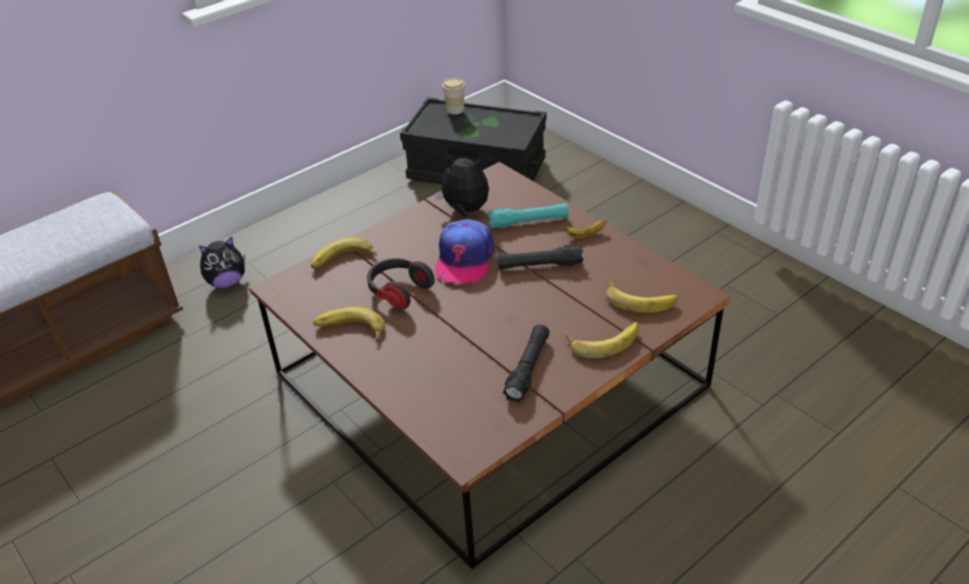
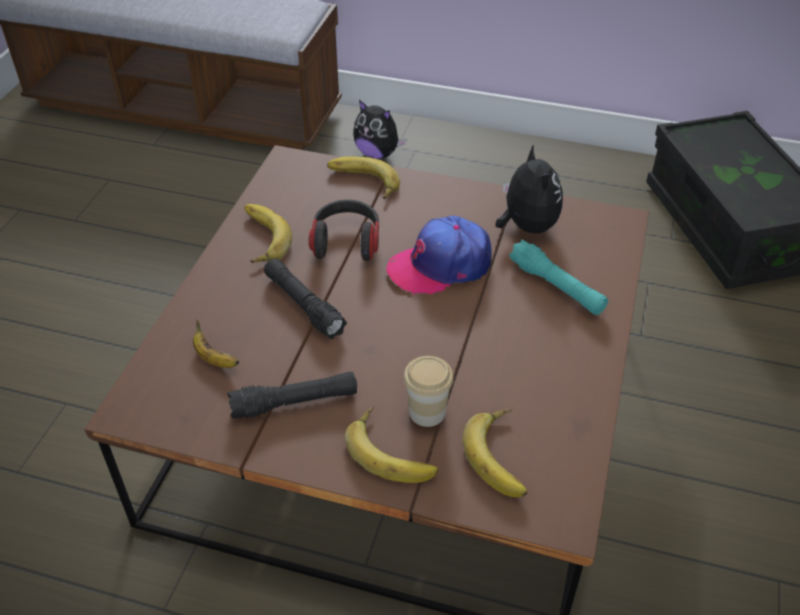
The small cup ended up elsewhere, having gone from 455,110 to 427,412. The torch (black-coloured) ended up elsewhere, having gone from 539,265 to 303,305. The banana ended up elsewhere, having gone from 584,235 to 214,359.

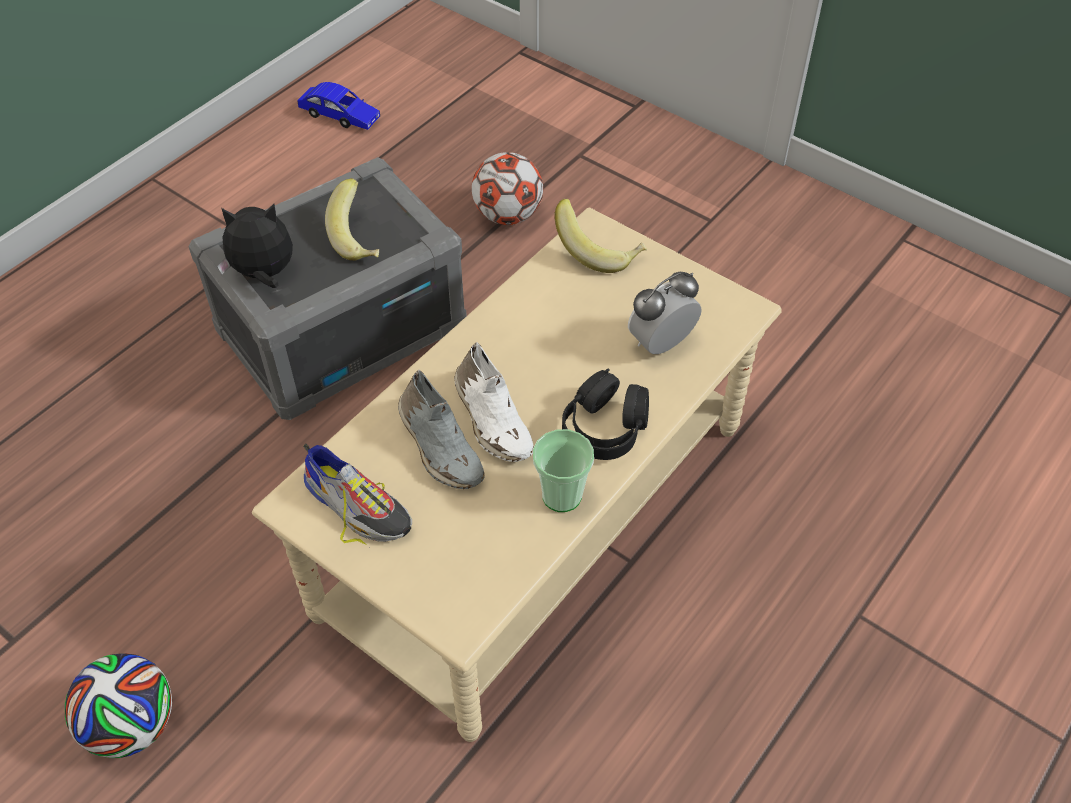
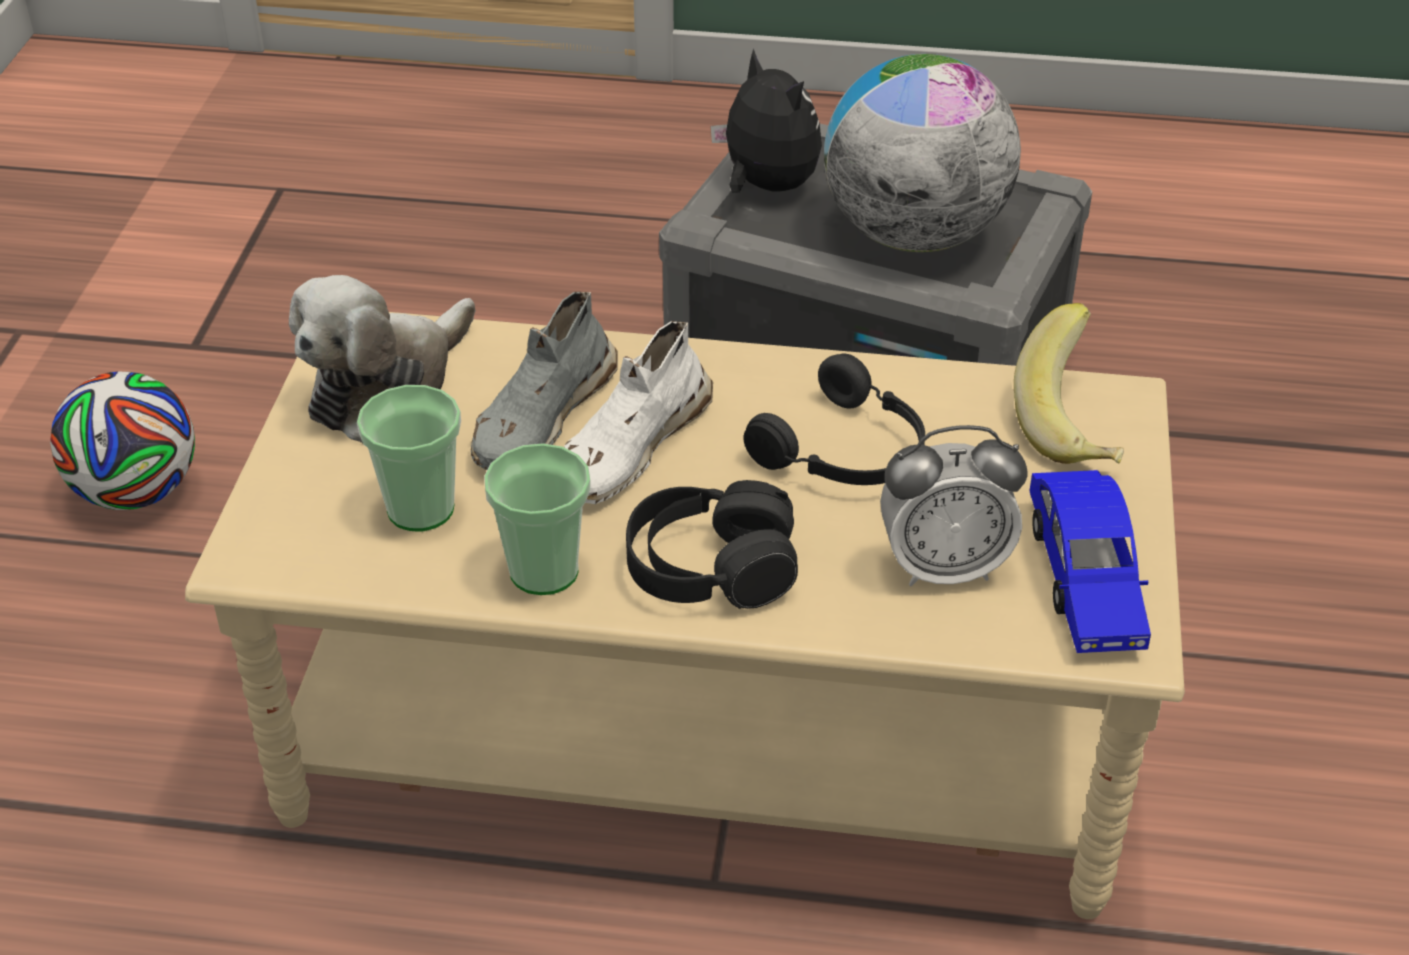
The second view lost the football at 508,215. The second view gained the small cup at 420,509. The second view gained the headset (black-coloured) at 846,452. The miniature car (bluish) ended up elsewhere, having gone from 340,116 to 1084,578. Where the item of footwear stood at 358,505, the plush toy came to stand at 387,387. Where the banana stood at 360,239, the desk globe came to stand at 914,234. The alarm clock at 661,344 ended up facing another way, 150 degrees clockwise from before.

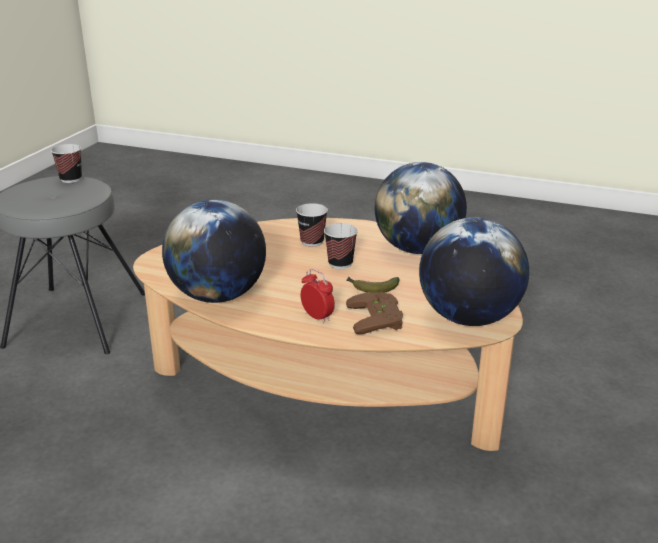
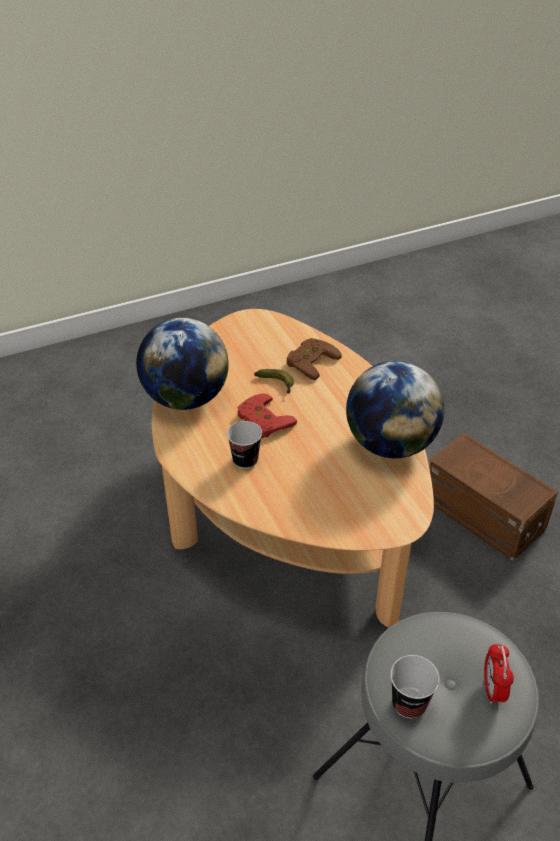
The second view lost the desk globe at 469,318. The second view gained the storage container (brown-coloured) at 483,515. The alarm clock ended up elsewhere, having gone from 317,317 to 492,689. Where the small cup stood at 340,263, the game controller (reddish) came to stand at 262,420.

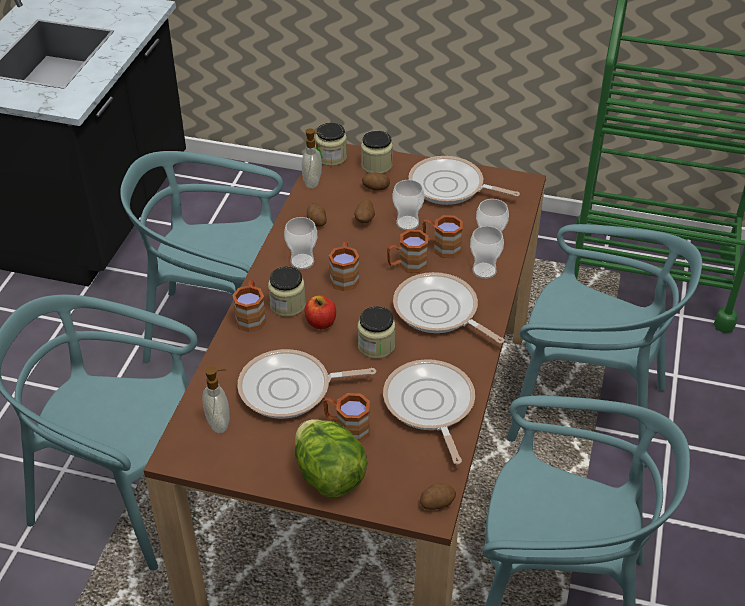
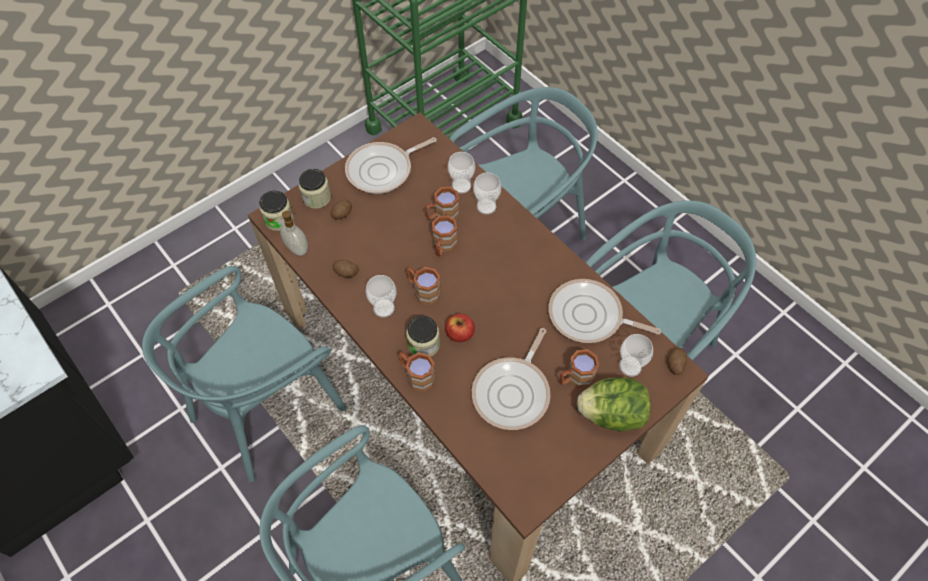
The second view lost the liquid soap bottle at 219,423. The second view lost the whole potato at 364,220. The second view lost the storage jar at 376,346. The second view lost the pan at 439,312. The small cup ended up elsewhere, having gone from 407,223 to 630,366.

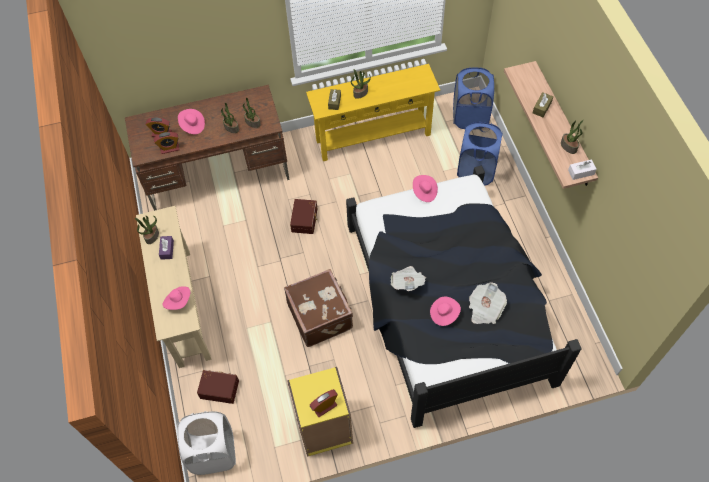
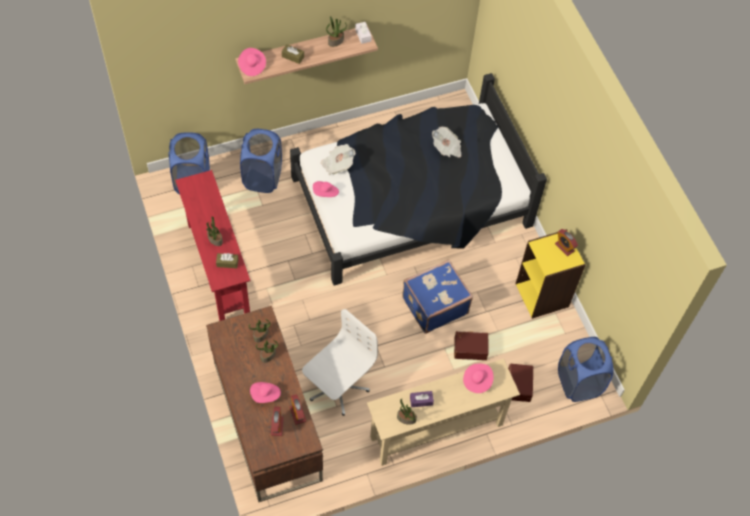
The second view gained the desk chair (white-coloured) at 337,387. The storage container (brown-coloured) ended up elsewhere, having gone from 305,220 to 470,348. The printed paper ended up elsewhere, having gone from 407,282 to 337,164. The wearable hat (pink) ended up elsewhere, having gone from 444,314 to 252,66. What was the laundry basket (white-coloured) at 213,453 turned into the laundry basket (bluish) at 578,382. What was the suitcase (brown-coloured) at 321,315 turned into the suitcase (bluish) at 434,305. What was the narrow table (yellowish) at 373,137 turned into the narrow table (reddish) at 218,269.

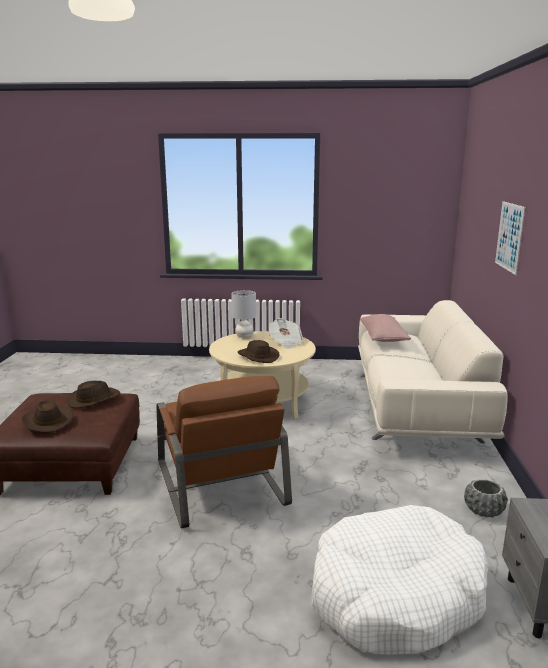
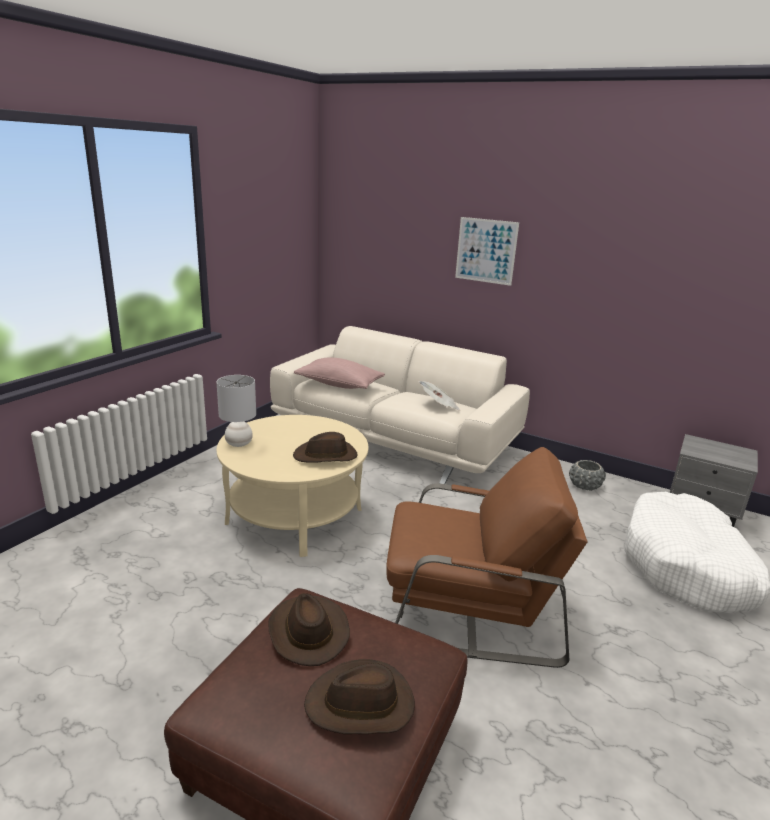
The printed paper ended up elsewhere, having gone from 285,343 to 439,406.

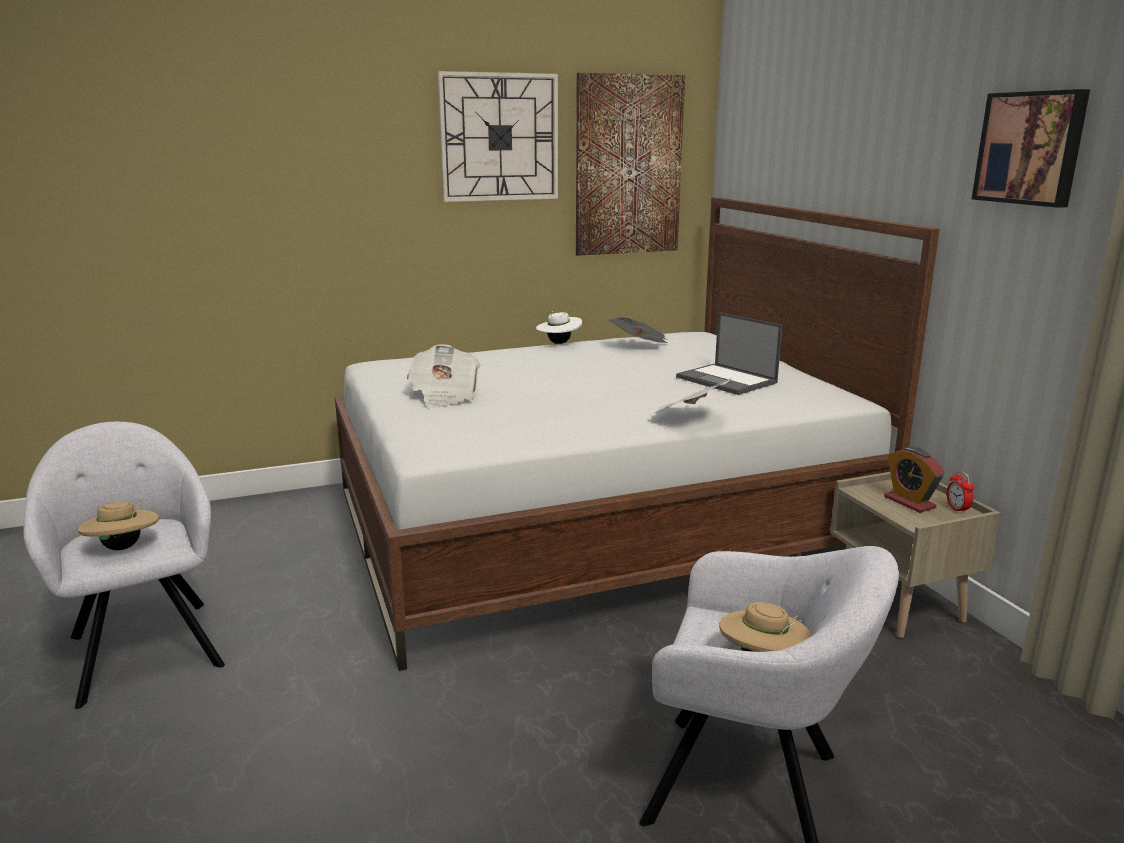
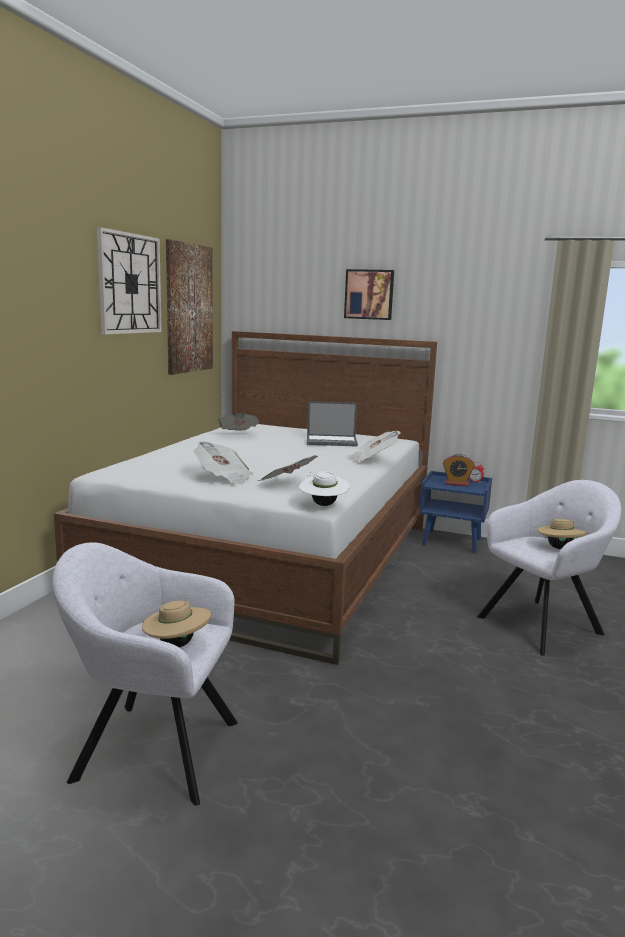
The second view gained the printed paper at 287,484. The wearable hat (white-coloured) ended up elsewhere, having gone from 559,343 to 323,505. The wall picture ended up elsewhere, having gone from 1031,148 to 369,294. What was the nightstand (beige-coloured) at 900,605 turned into the nightstand (bluish) at 452,541.

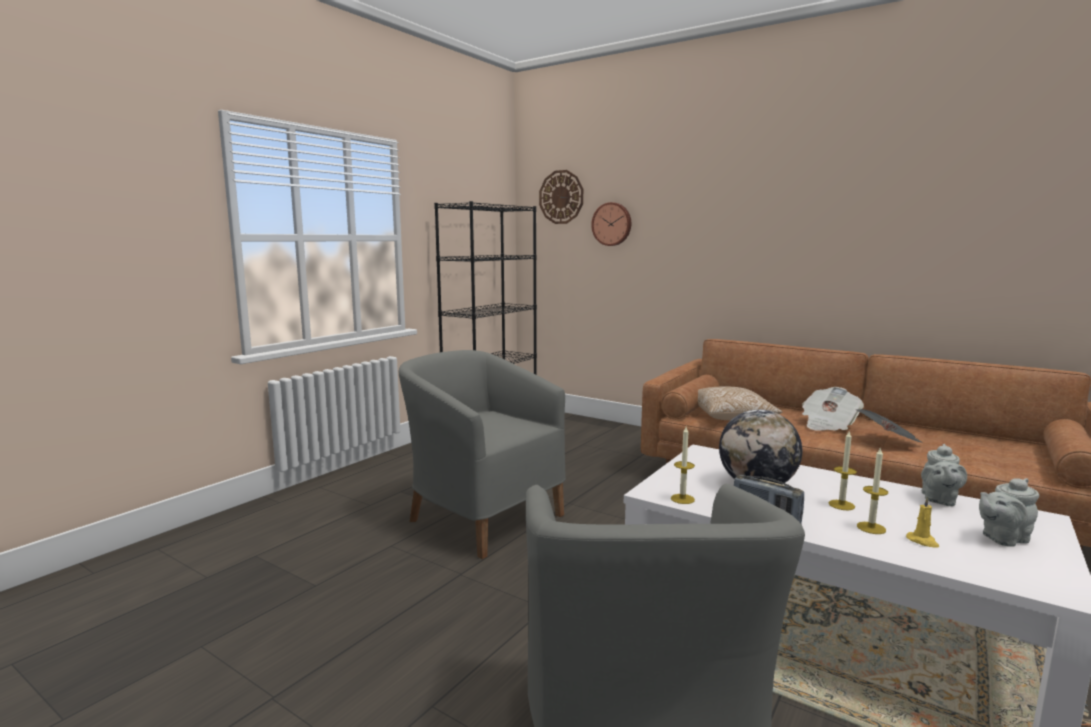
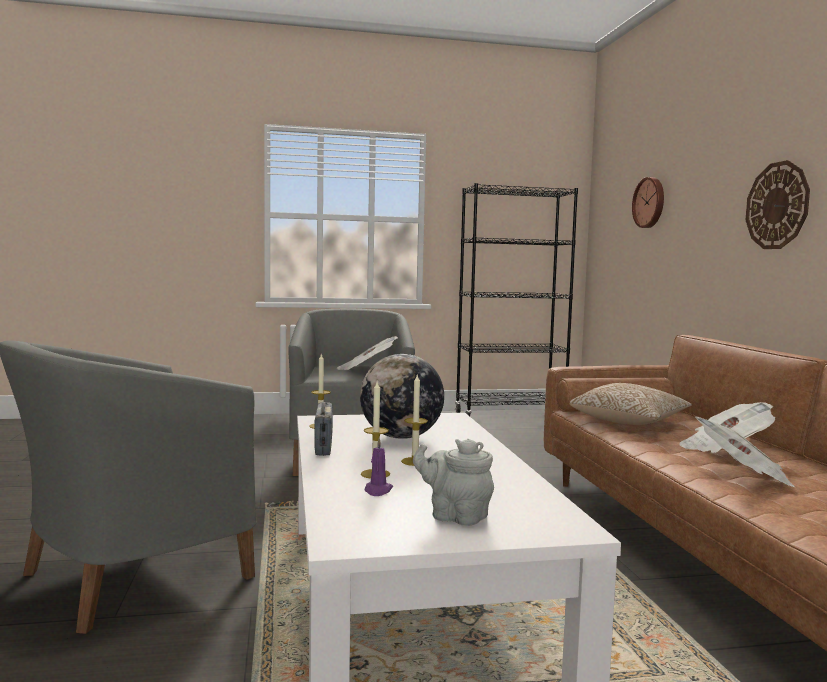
The second view lost the pot for tea (gray) at 939,500. The second view gained the printed paper at 366,370. The wall clock ended up elsewhere, having gone from 561,197 to 777,205. What was the candle (yellowish) at 923,541 turned into the candle (purple) at 377,491.

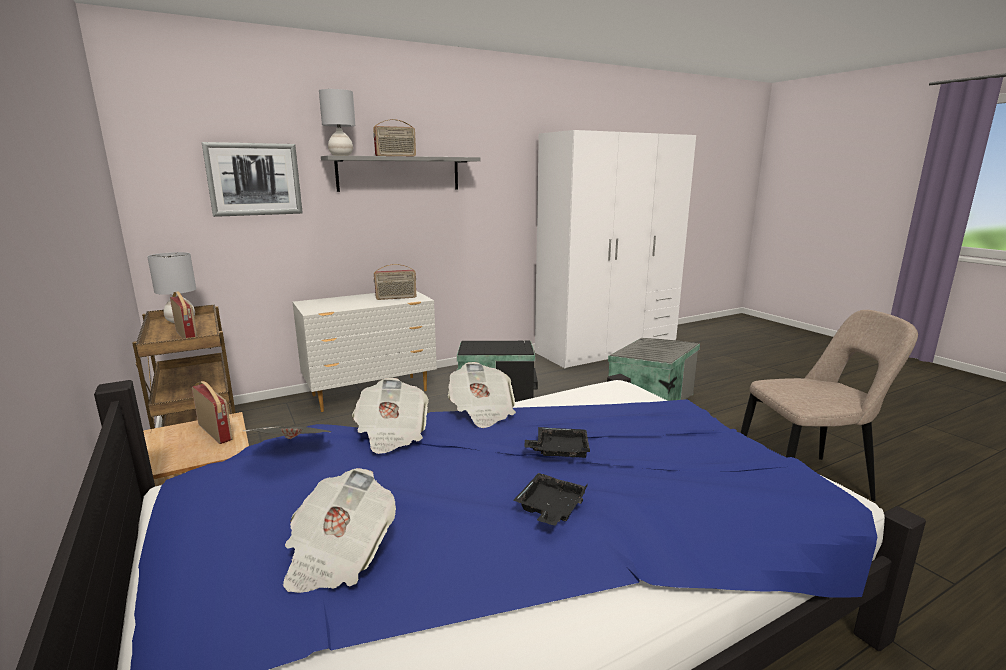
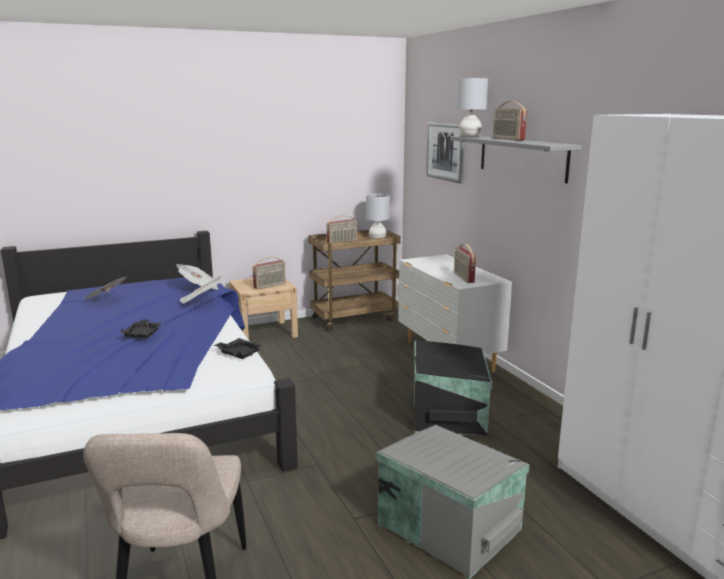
The second view lost the printed paper at 482,412. The tray (black-coloured) ended up elsewhere, having gone from 550,508 to 239,353.

